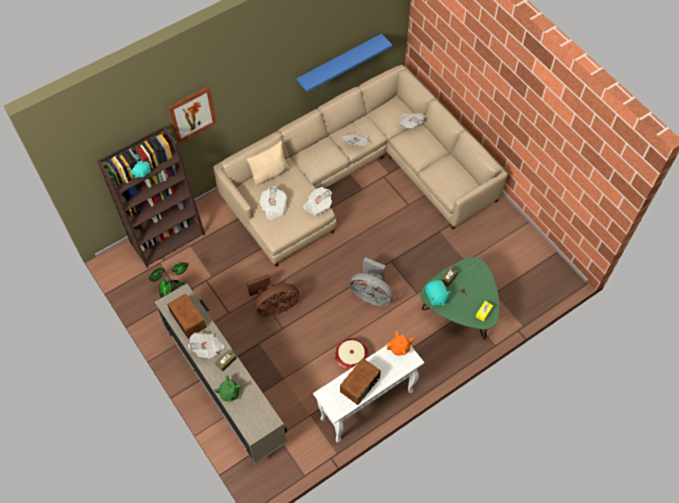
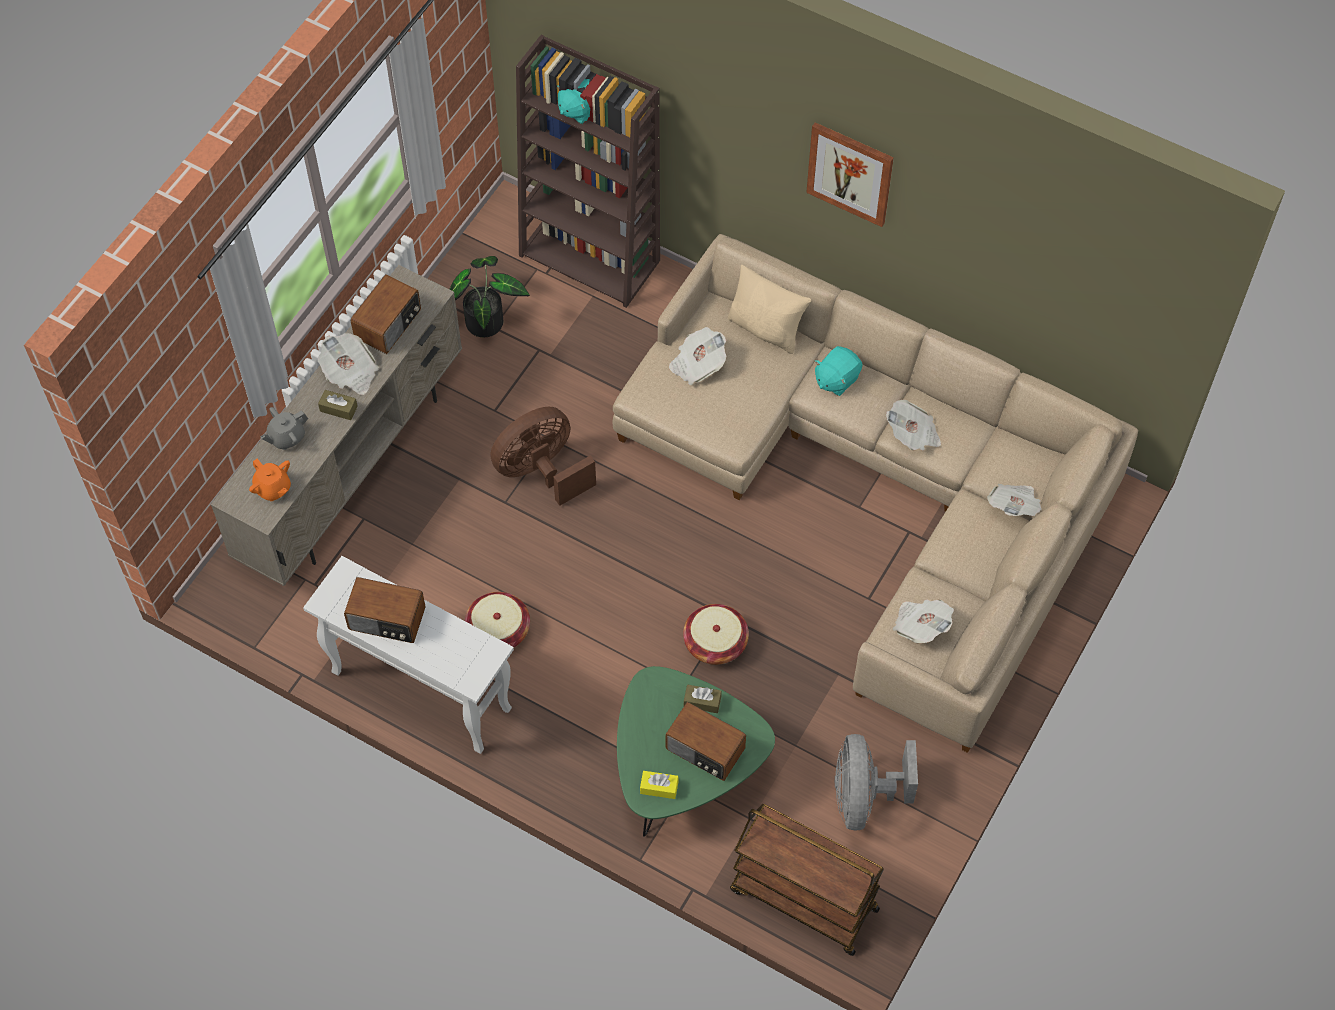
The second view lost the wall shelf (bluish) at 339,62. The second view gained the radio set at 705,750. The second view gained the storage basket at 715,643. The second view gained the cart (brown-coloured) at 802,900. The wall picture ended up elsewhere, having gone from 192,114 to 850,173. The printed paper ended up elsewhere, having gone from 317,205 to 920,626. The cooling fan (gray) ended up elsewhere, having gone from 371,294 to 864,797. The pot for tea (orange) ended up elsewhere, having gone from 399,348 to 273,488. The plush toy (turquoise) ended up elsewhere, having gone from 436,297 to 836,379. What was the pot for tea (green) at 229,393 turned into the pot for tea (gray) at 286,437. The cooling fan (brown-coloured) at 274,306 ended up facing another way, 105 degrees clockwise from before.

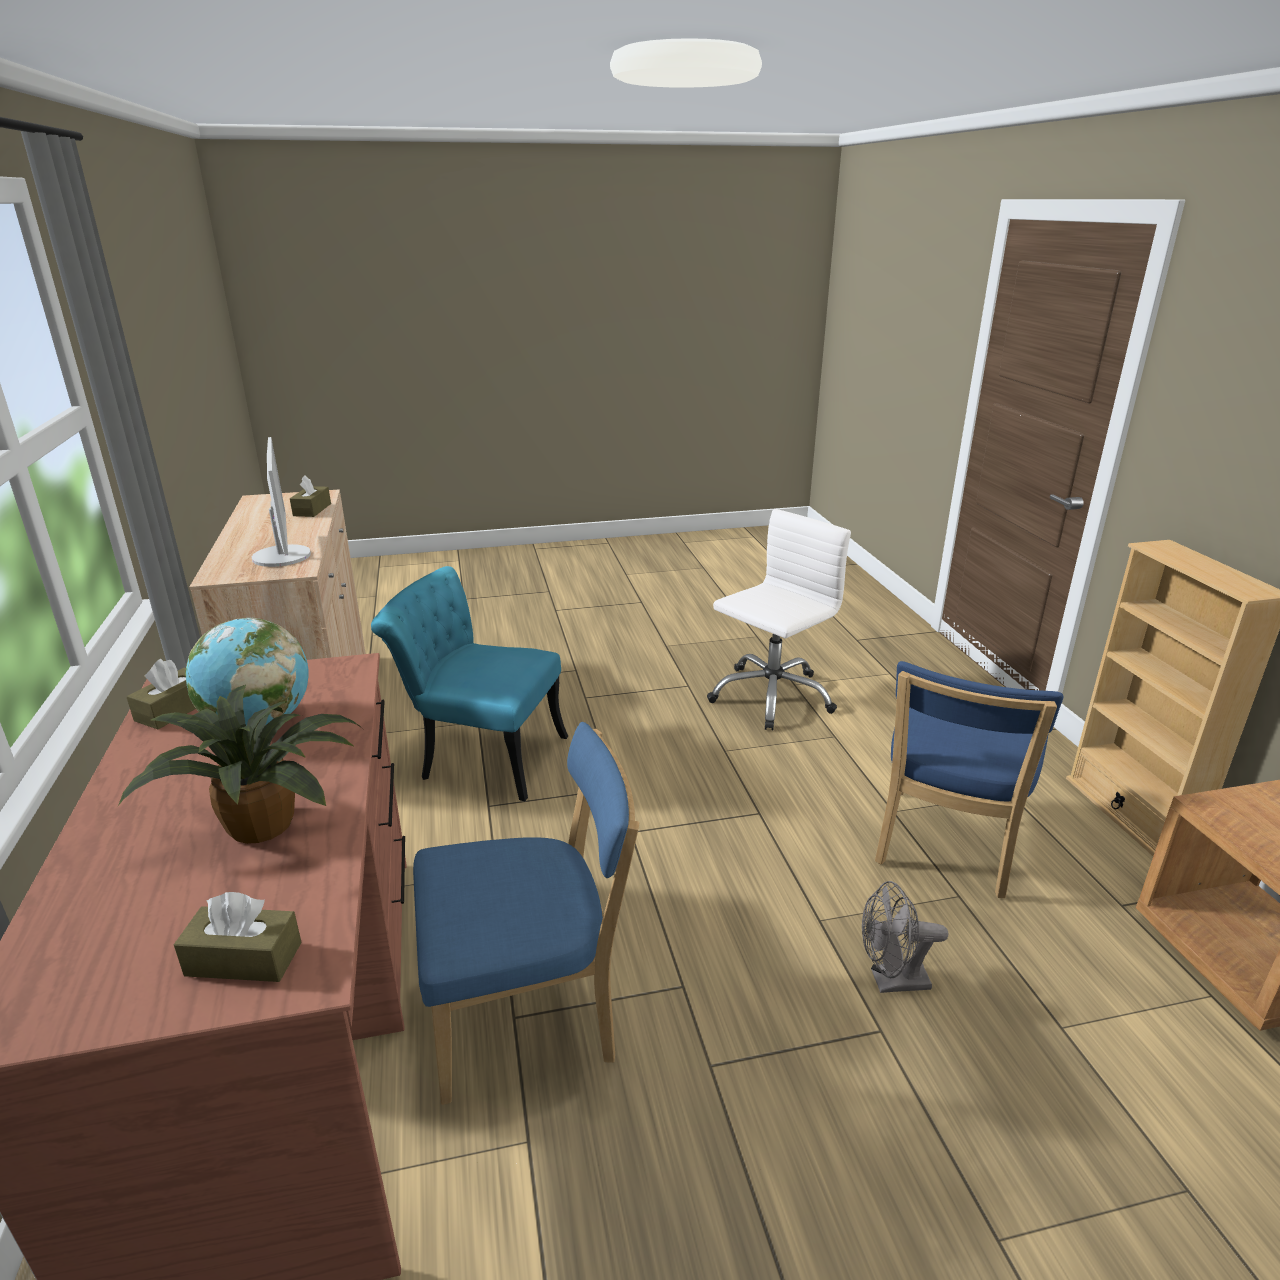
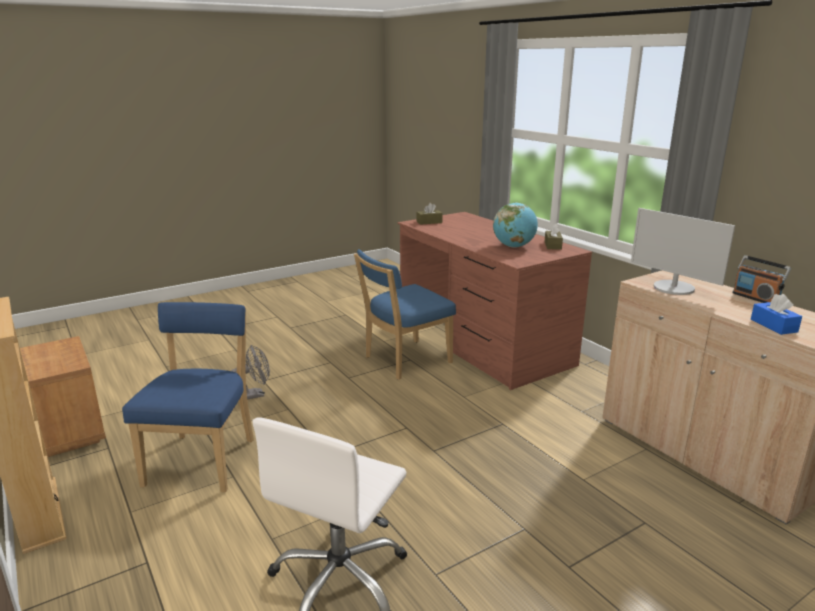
The second view lost the potted plant at 265,821. The second view lost the chair (turquoise) at 481,756. The second view gained the radio set at 755,298. What was the tissue holder (brown-coloured) at 312,510 turned into the tissue holder (bluish) at 773,325.

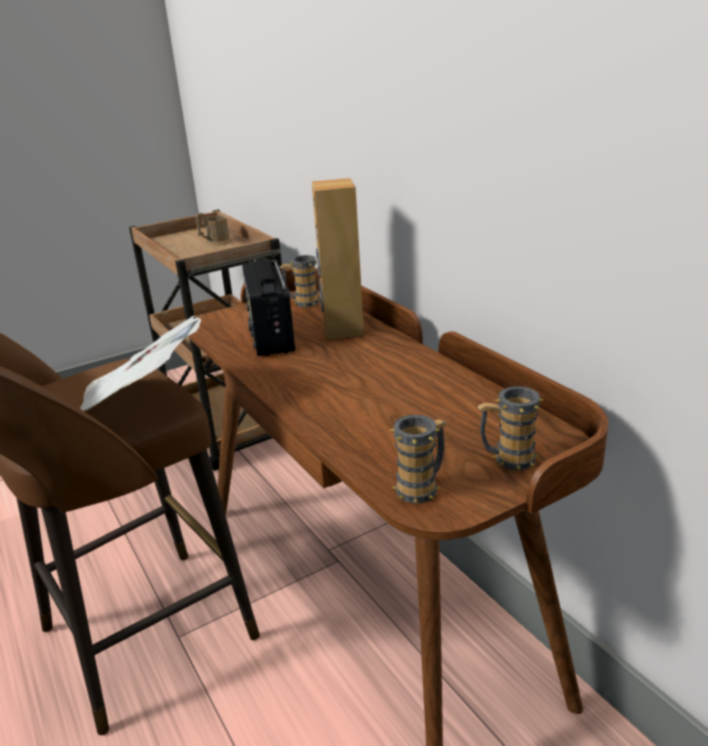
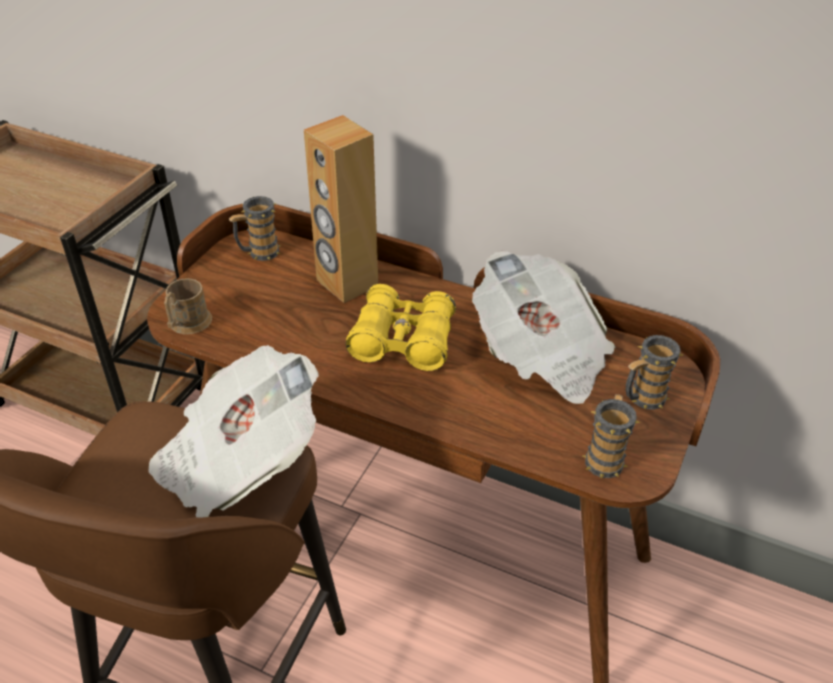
The second view lost the radio set at 271,336. The second view gained the pair of binoculars (yellowish) at 403,341. The second view gained the printed paper at 541,354. The coffee mug (brown-coloured) ended up elsewhere, having gone from 215,243 to 187,324.

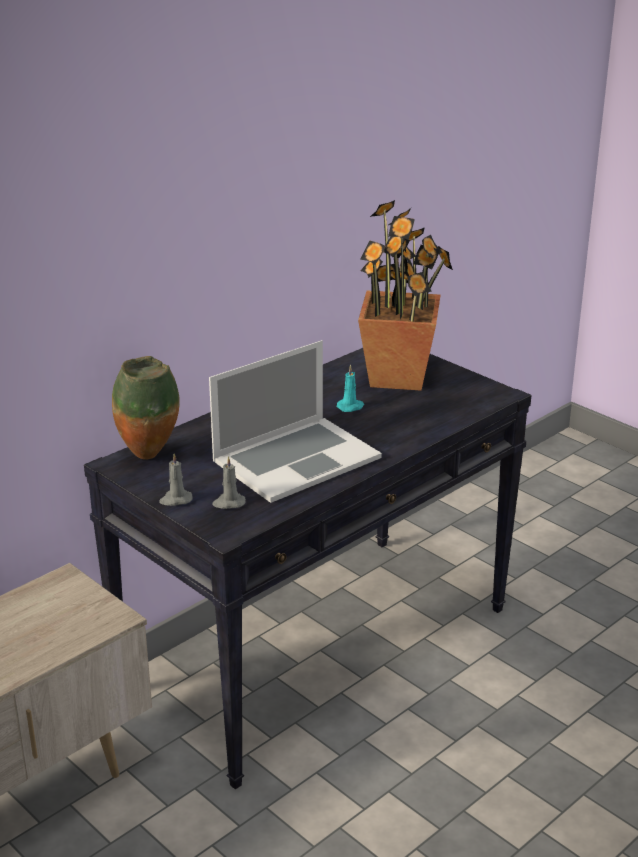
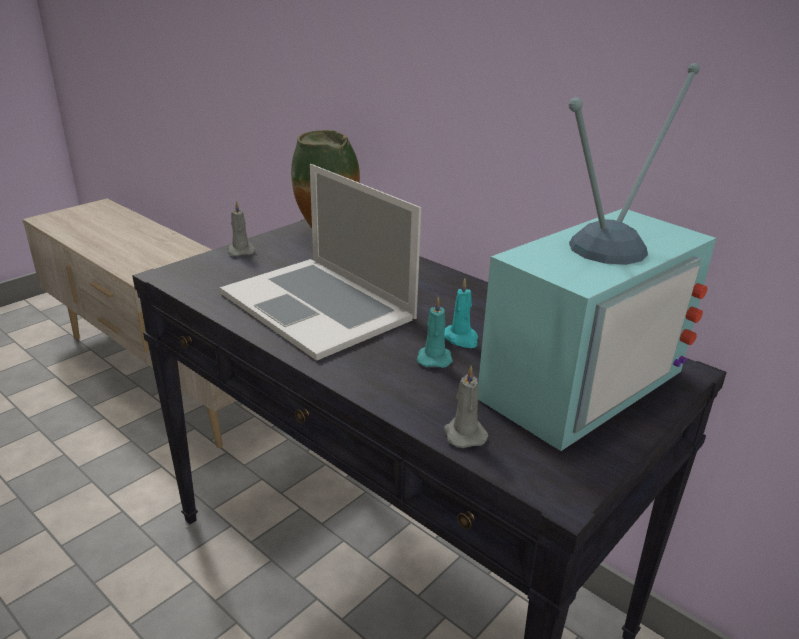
The second view gained the candle (turquoise) at 434,358. The candle (gray) ended up elsewhere, having gone from 228,503 to 464,433. Where the potted plant stood at 399,377, the television came to stand at 575,378.

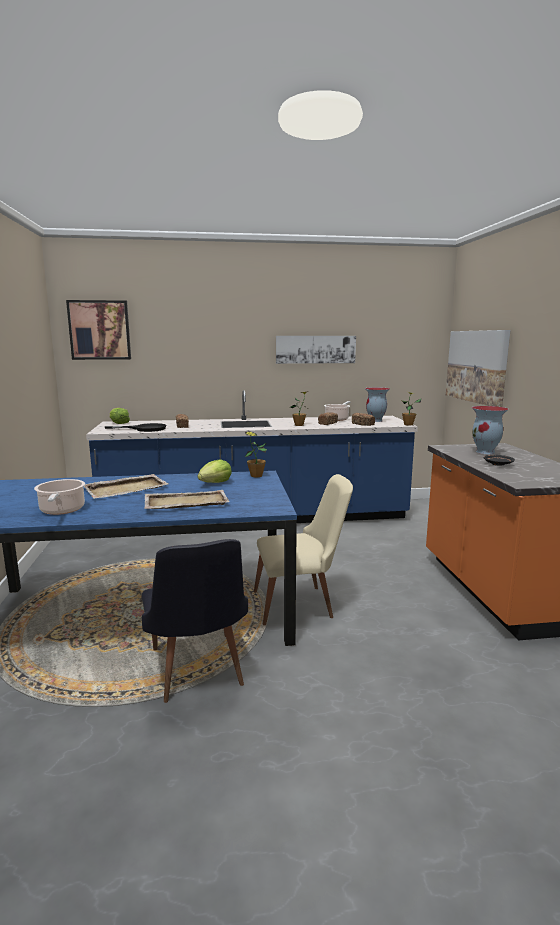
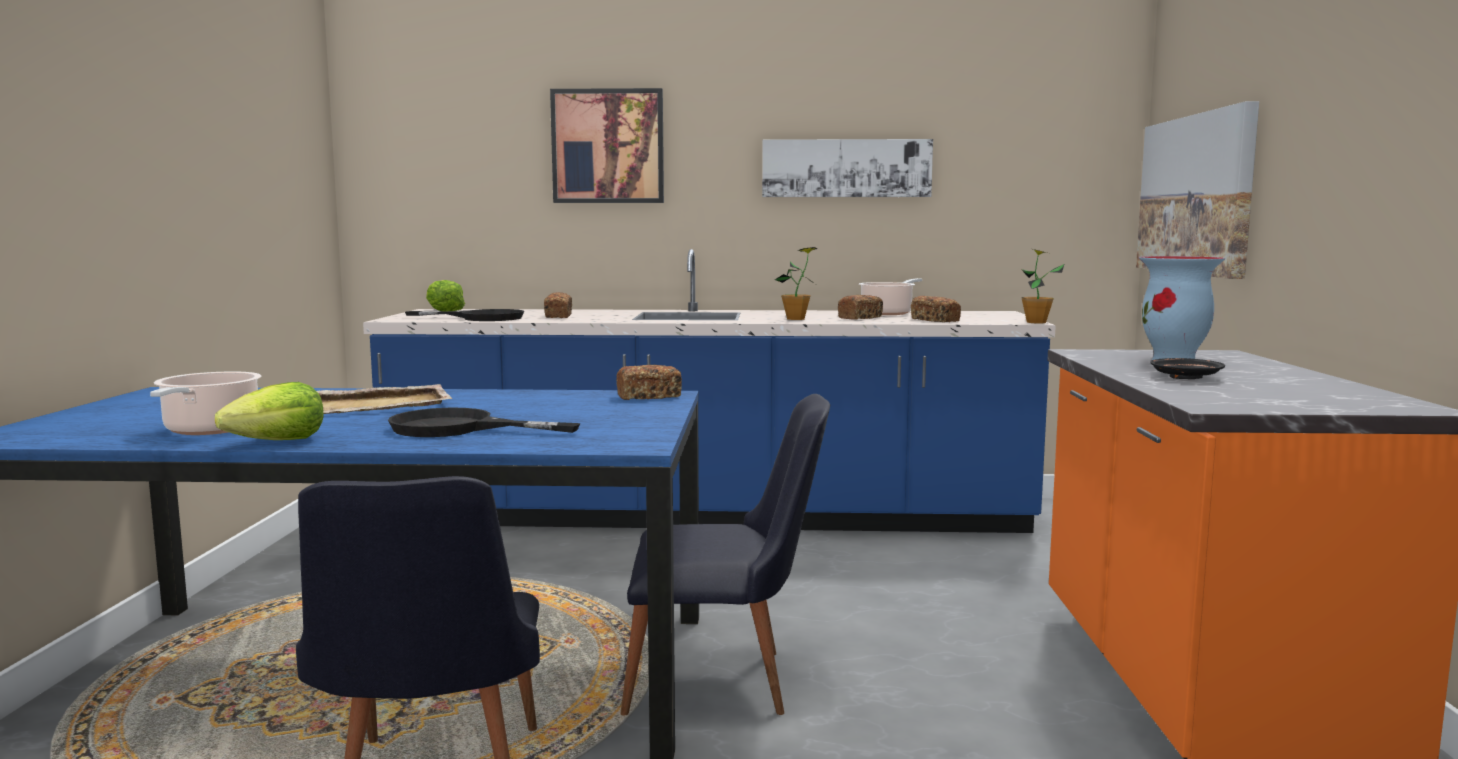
The second view lost the flower vase at 376,421. The wall picture ended up elsewhere, having gone from 99,330 to 608,146. The head of lettuce ended up elsewhere, having gone from 215,483 to 278,442. Where the tray (beige-coloured) stood at 185,502, the pan (black-coloured) came to stand at 459,428. Where the potted plant stood at 256,476, the bread came to stand at 649,396. What was the chair (beige-coloured) at 301,605 turned into the chair (black-coloured) at 724,683.

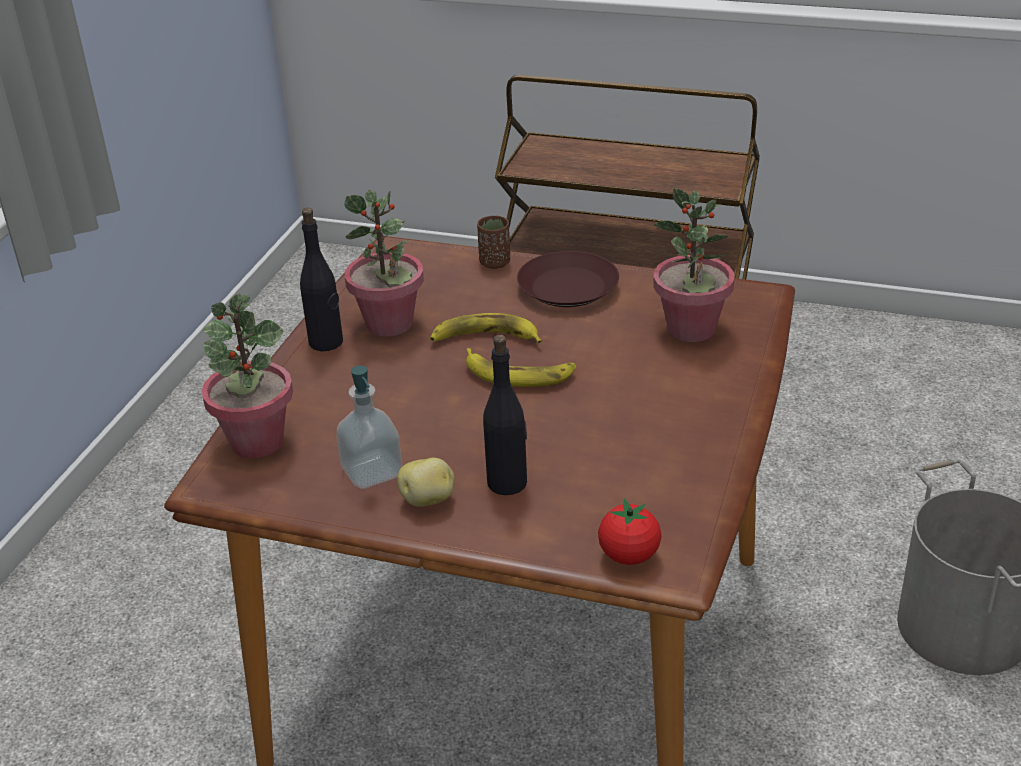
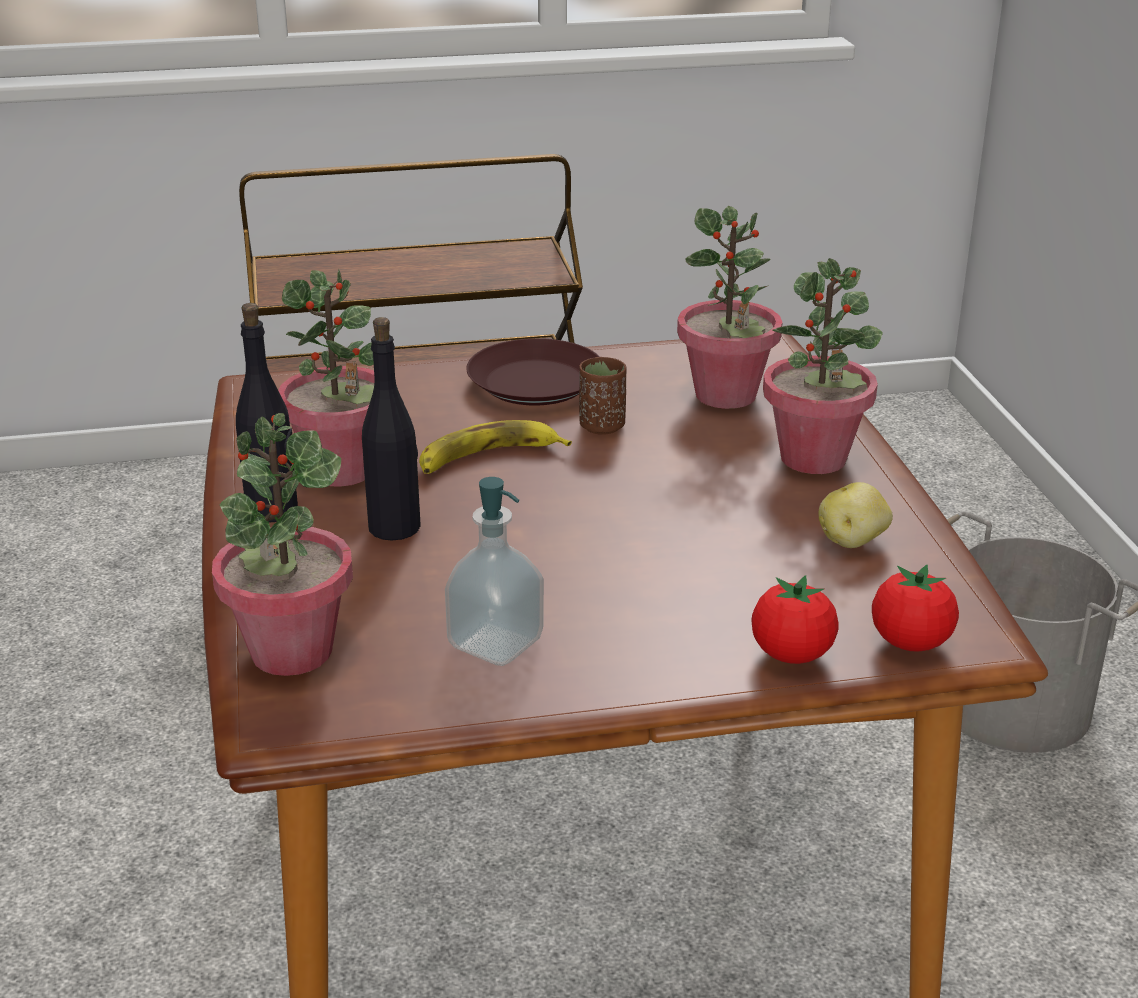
The second view lost the banana at 519,374. The second view gained the fresh tomato at 792,654. The second view gained the potted plant at 814,458. The whole potato ended up elsewhere, having gone from 429,500 to 853,541. The small cup (brown-coloured) ended up elsewhere, having gone from 495,263 to 602,426. The beverage bottle (black-coloured) ended up elsewhere, having gone from 508,482 to 395,527.

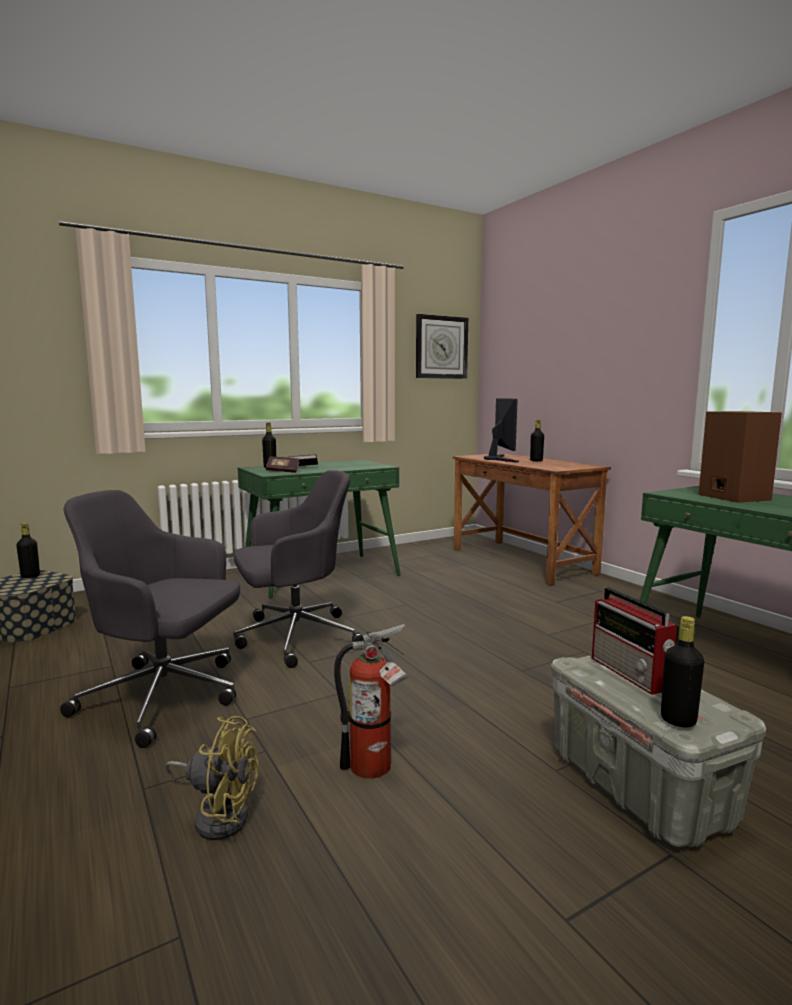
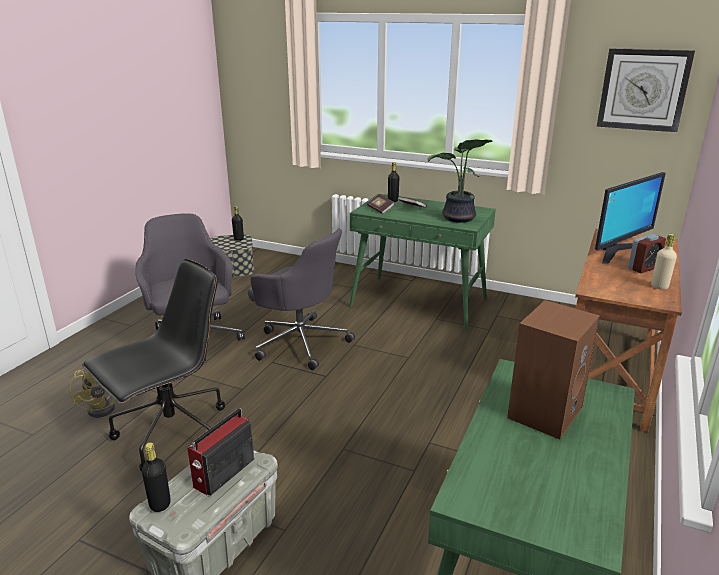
The second view gained the potted plant at 458,219. The second view gained the beverage bottle (beige-coloured) at 659,286. Where the extinguisher stood at 376,768, the desk chair (black-coloured) came to stand at 170,434. Where the beverage bottle (black-coloured) stood at 536,460, the alarm clock came to stand at 643,268.

